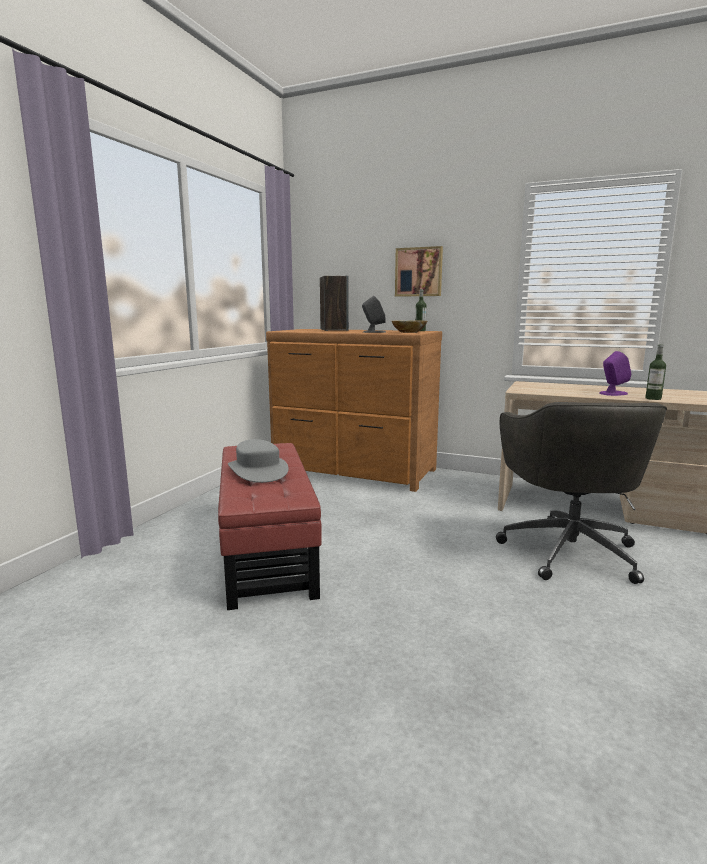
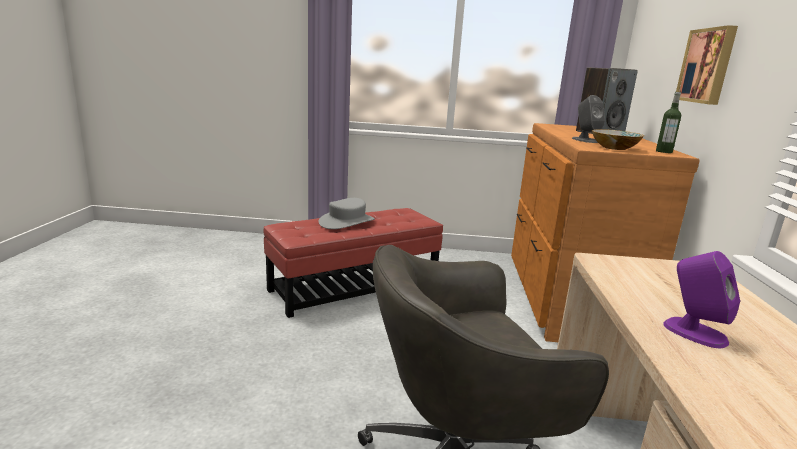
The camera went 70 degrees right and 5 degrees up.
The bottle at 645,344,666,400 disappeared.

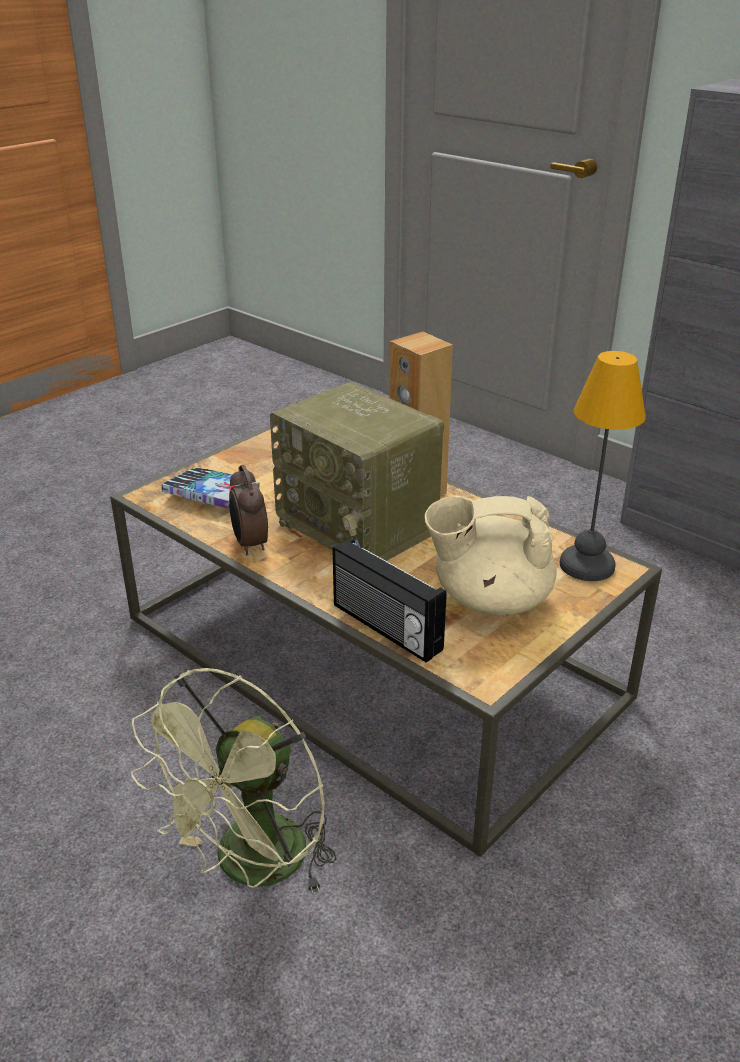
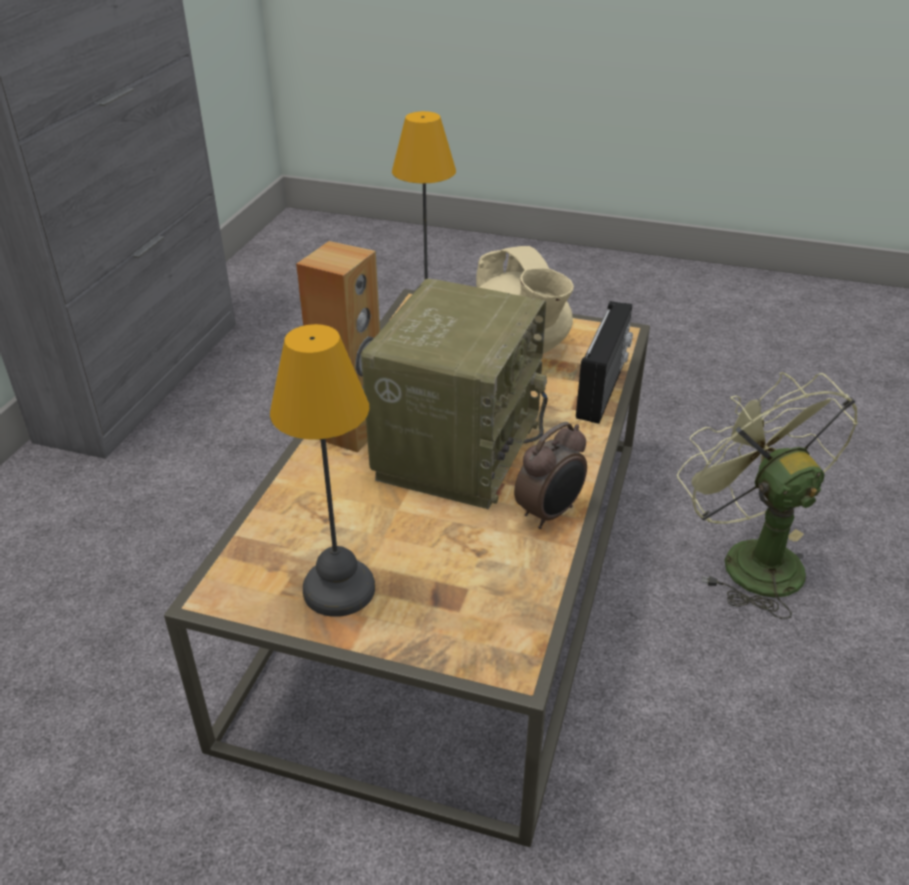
The camera went 115 degrees left and 5 degrees up.
The book at 162,467,260,509 disappeared.
The green fan at 131,668,337,895 turned 120 degrees counterclockwise.
The table lamp at 270,324,375,617 appeared.

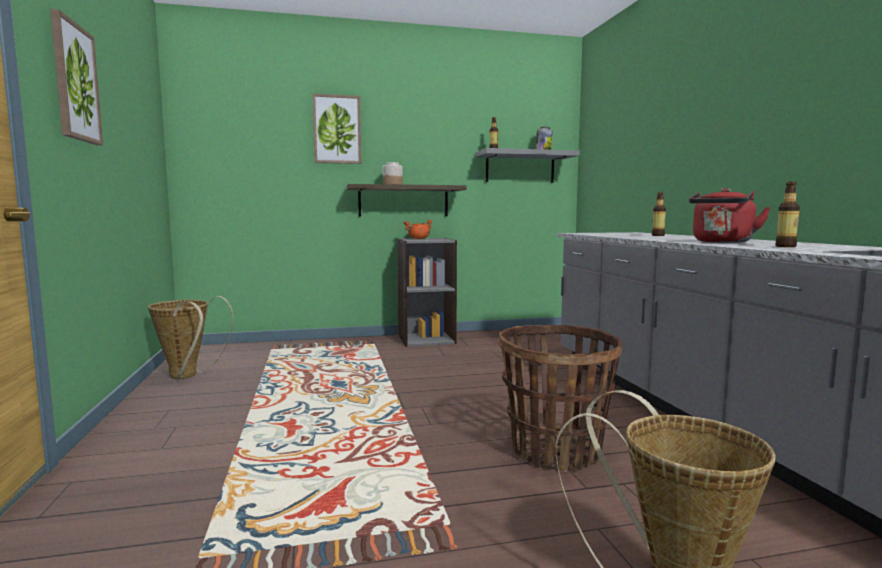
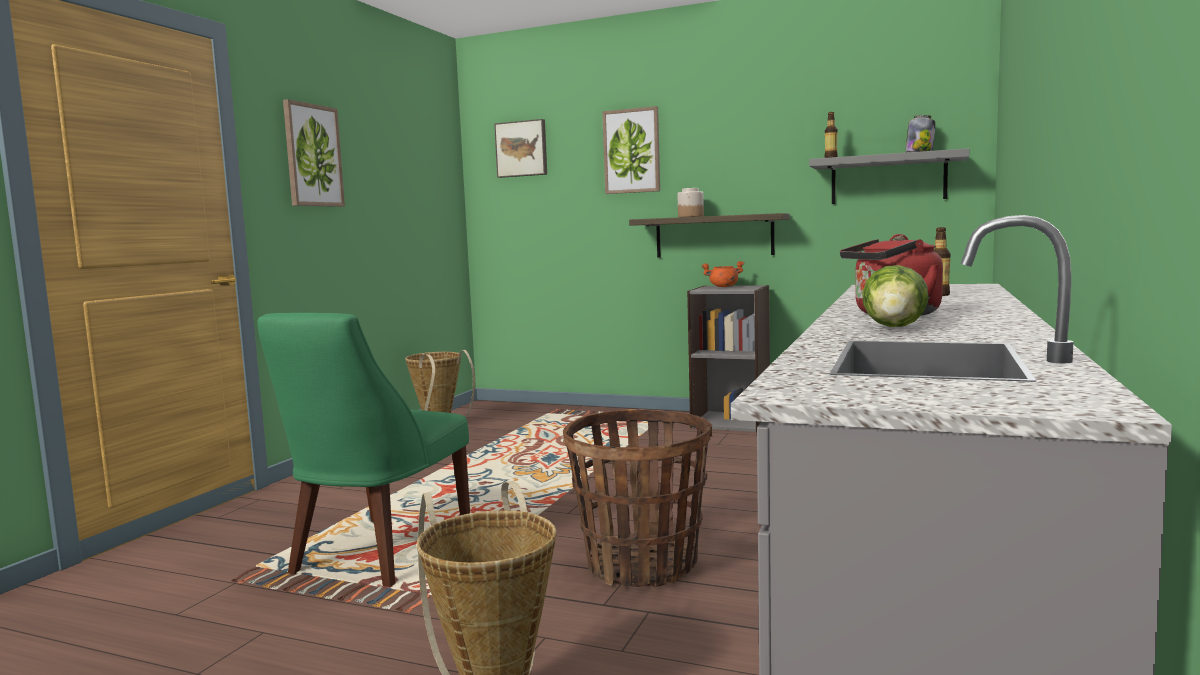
The camera went 35 degrees right and 0 degrees up.
The bottle at 775,181,800,247 was replaced by the lettuce at 862,265,928,327.
The picture at 494,119,547,178 appeared.
The green chair at 258,313,470,587 appeared.

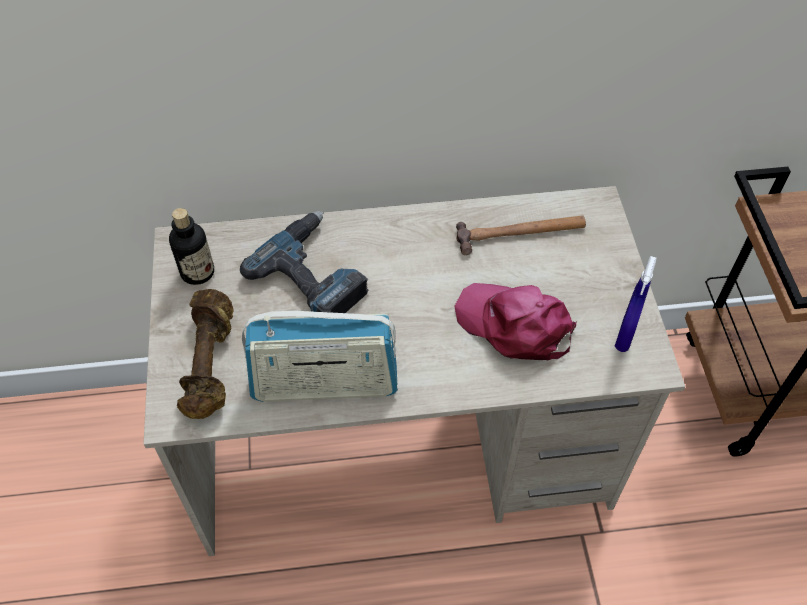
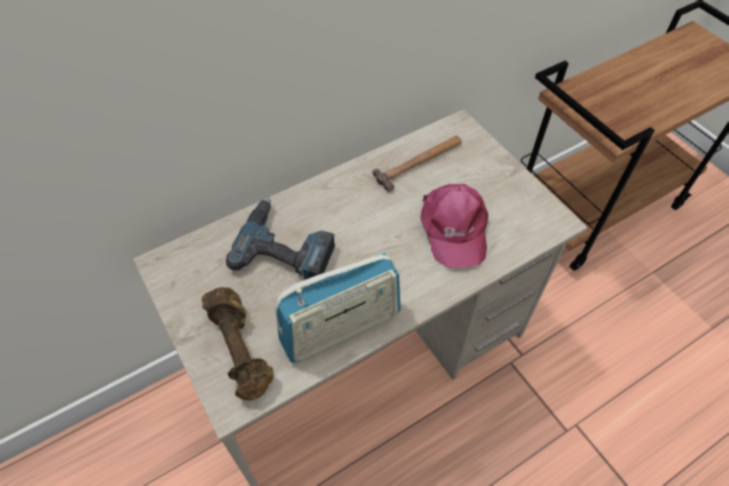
The camera went 25 degrees left and 0 degrees up.
The bottle at 169,208,214,285 disappeared.
The blue spray bottle at 615,256,657,352 disappeared.
The pink cap at 454,283,577,360 turned 105 degrees counterclockwise.

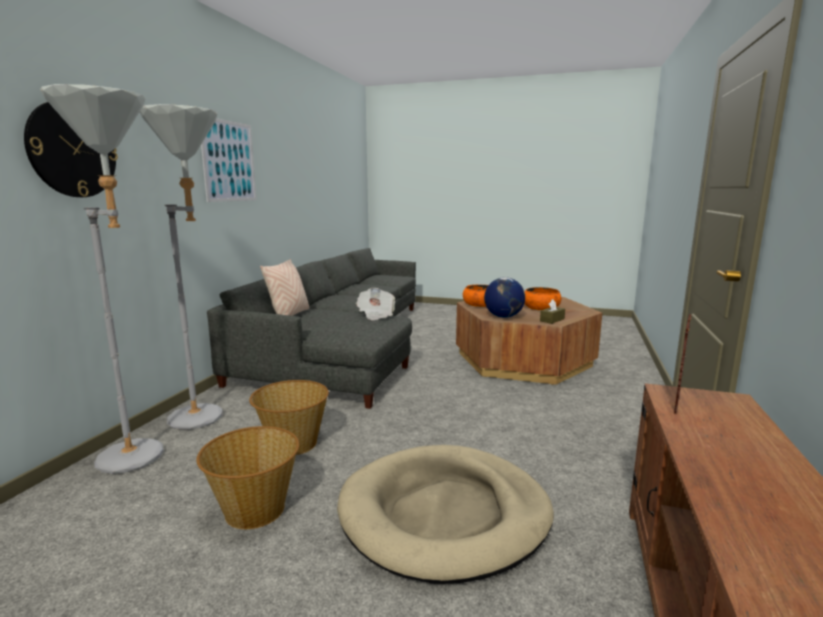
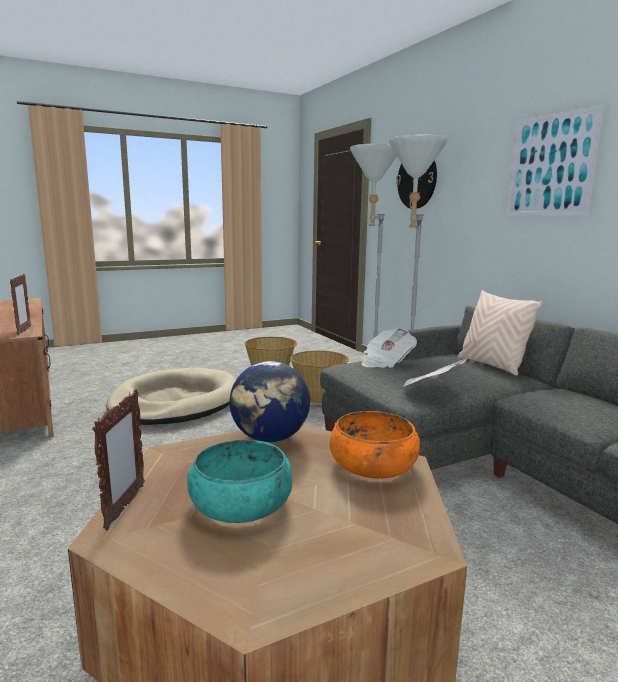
The camera went 135 degrees right and 0 degrees up.
The orange bowl at 524,287,561,310 became the turquoise bowl at 187,440,292,523.
The brown tissue box at 540,299,565,324 disappeared.
The newspaper at 361,328,417,368 appeared.
The picture frame at 92,389,145,530 appeared.

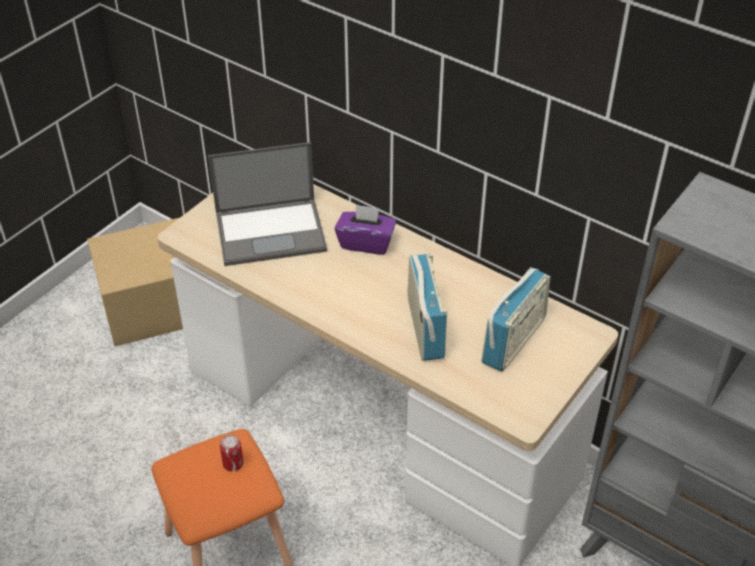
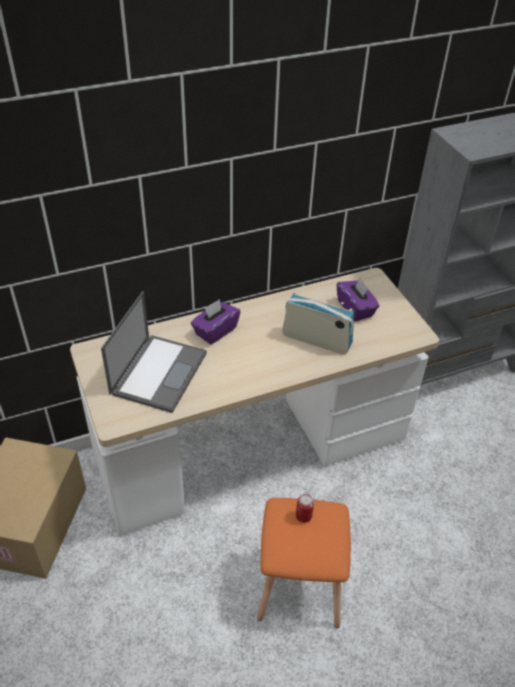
The camera went 60 degrees left and 0 degrees up.
The radio at 481,267,551,372 was replaced by the purple tissue box at 336,278,379,321.

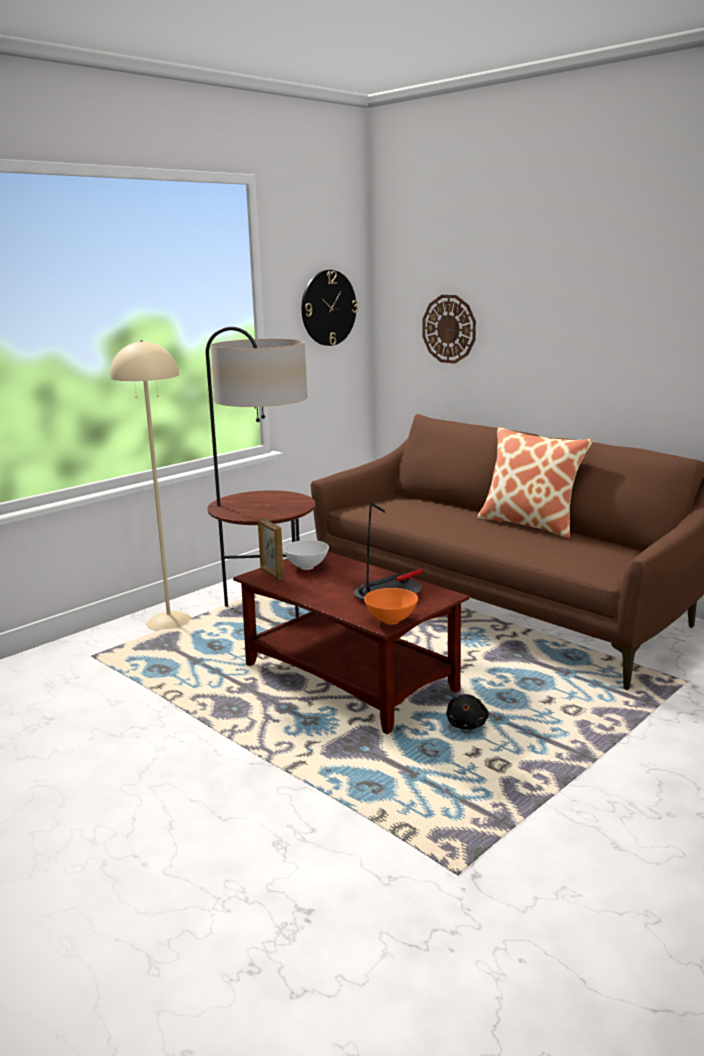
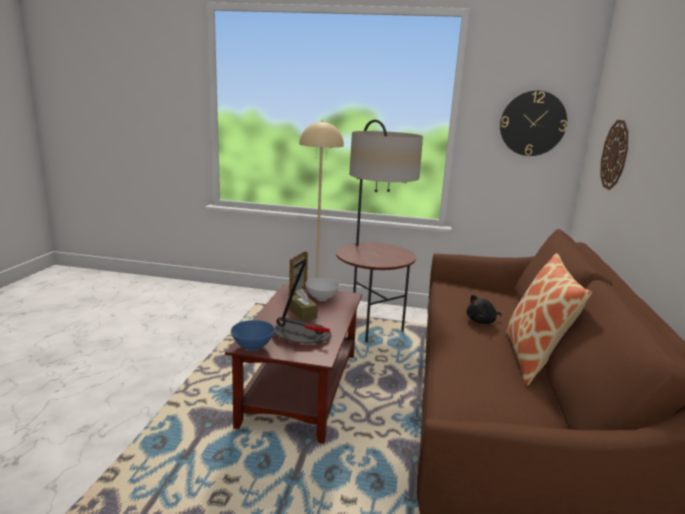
The camera went 55 degrees right and 0 degrees up.
The orange bowl at 364,588,418,625 became the blue bowl at 231,320,275,351.
The black plush toy moved from 446,694,489,730 to 467,295,501,324.
The brown tissue box at 289,288,318,321 appeared.

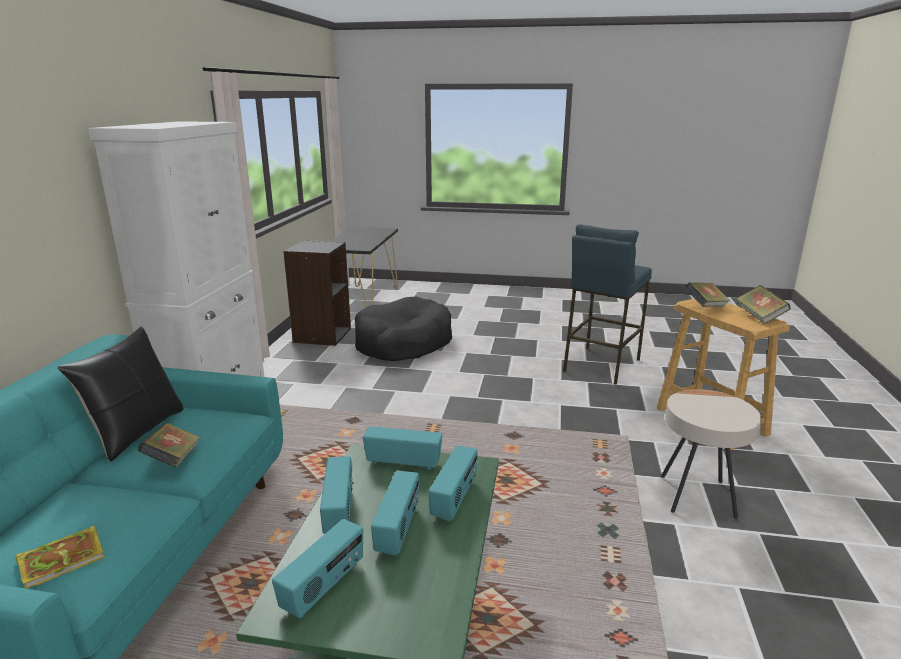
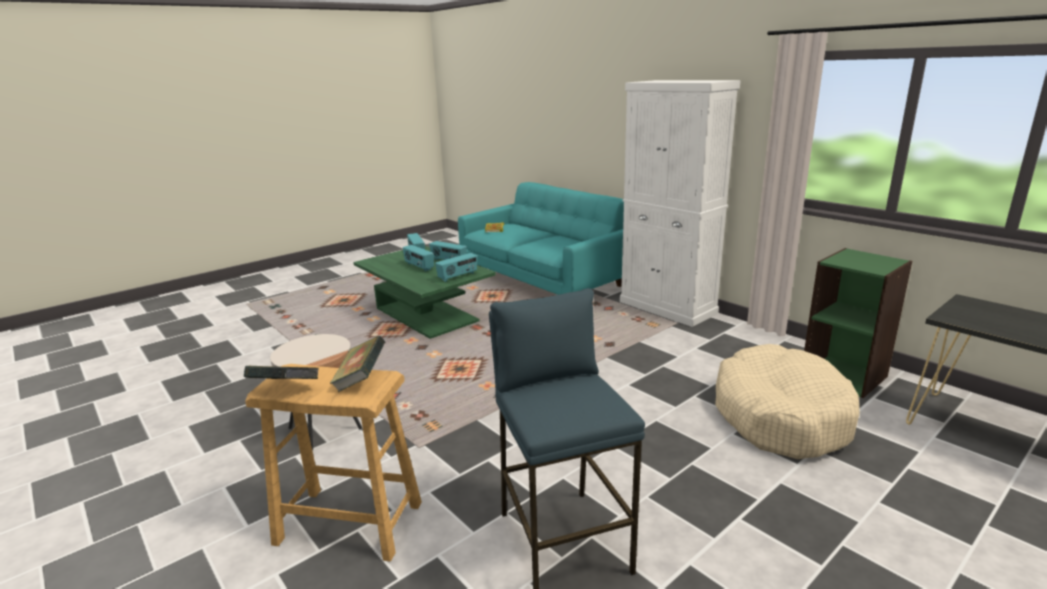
The camera went 130 degrees right and 0 degrees up.
The black bookcase at 283,240,351,346 became the green bookcase at 804,248,912,398.
The black dog bed at 355,296,452,361 became the beige dog bed at 715,344,860,459.
The black pillow at 57,327,184,462 disappeared.
The book at 138,422,201,468 disappeared.
The radio at 428,445,478,521 disappeared.

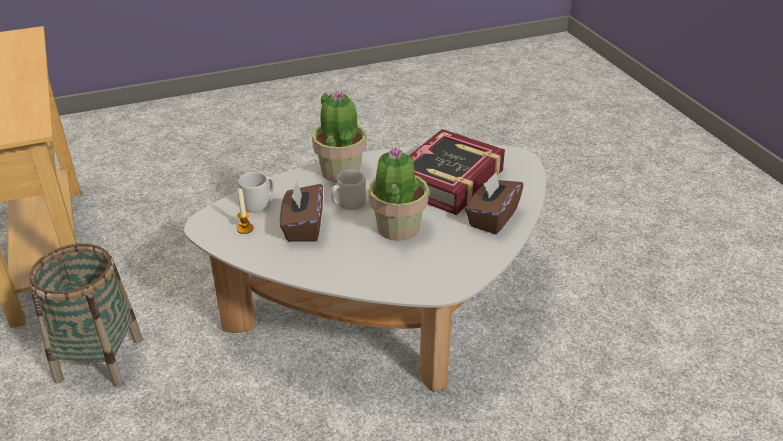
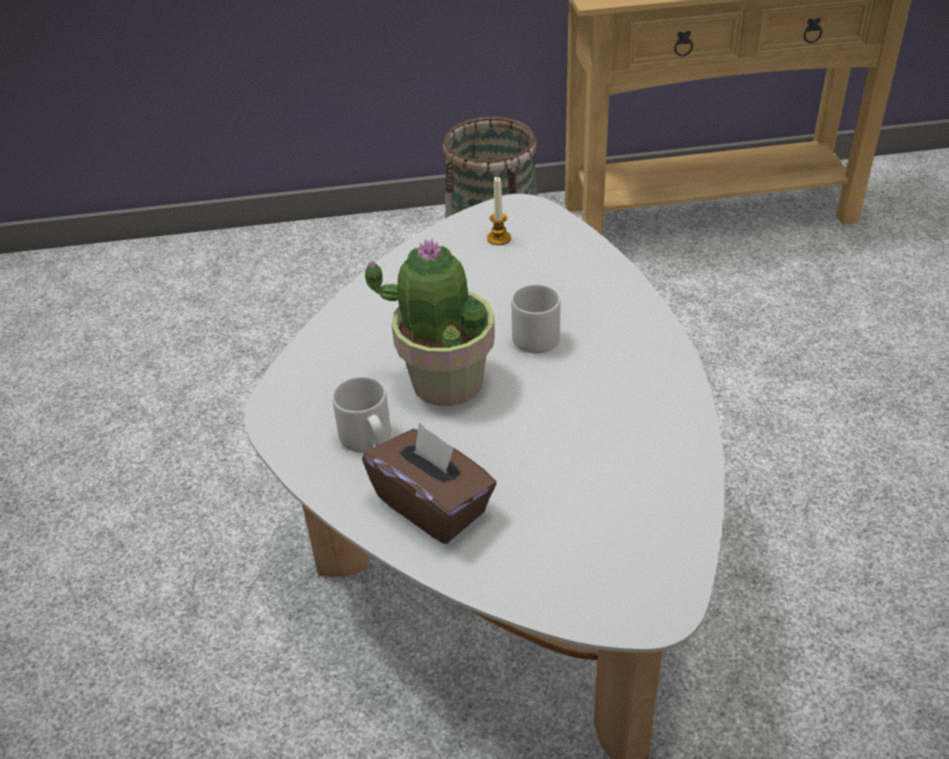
The camera went 105 degrees right and 5 degrees up.
The potted plant at 312,90,366,182 disappeared.
The book at 409,129,505,215 disappeared.
The grey mug moved from 238,172,274,213 to 332,377,391,453.
The brown tissue box at 280,181,323,242 disappeared.

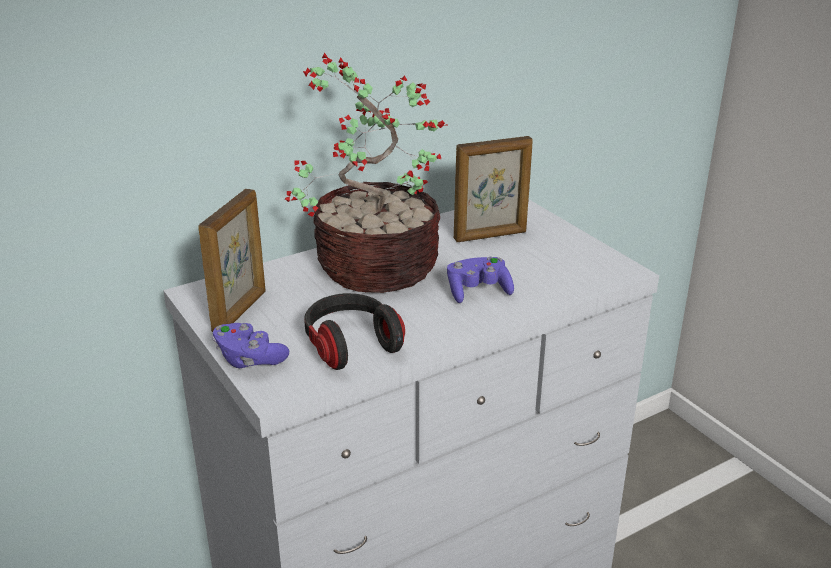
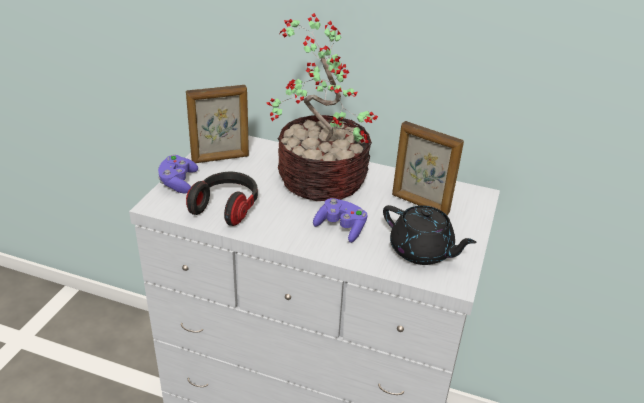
The camera went 50 degrees right and 5 degrees up.
The black teapot at 383,205,477,265 appeared.

